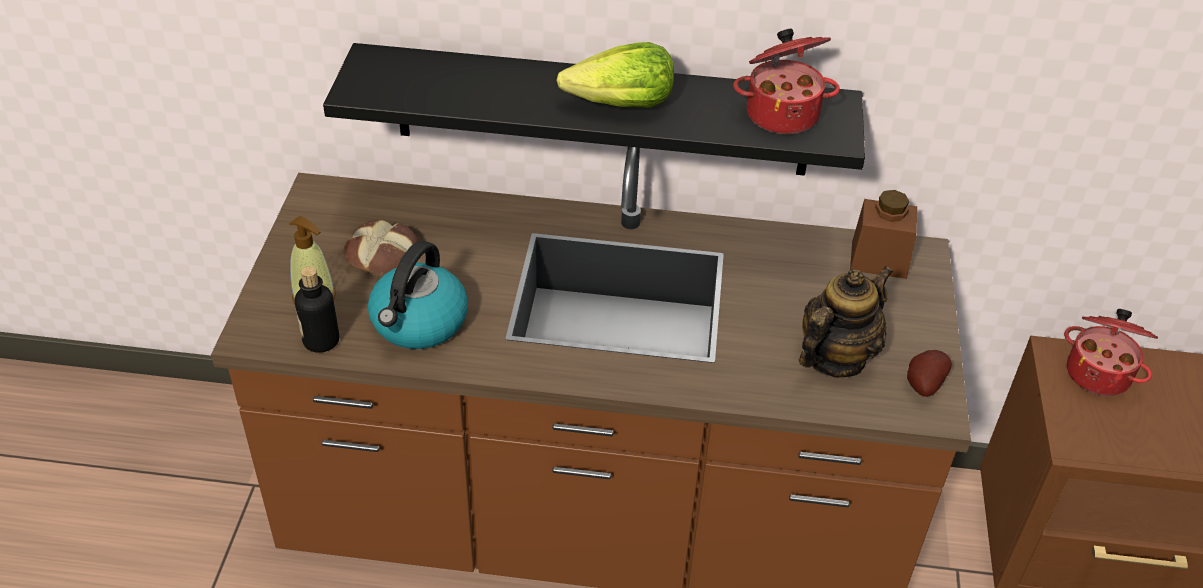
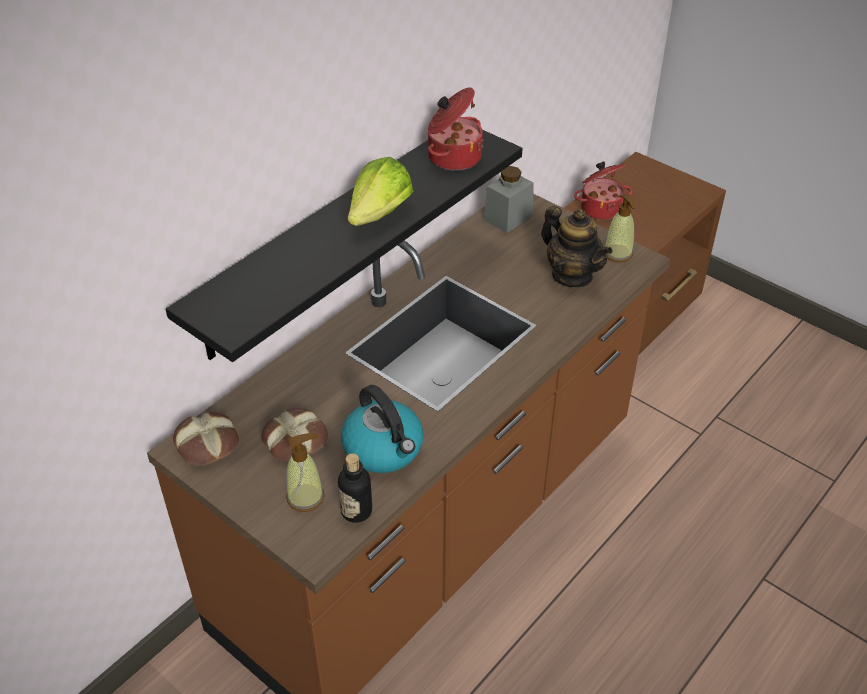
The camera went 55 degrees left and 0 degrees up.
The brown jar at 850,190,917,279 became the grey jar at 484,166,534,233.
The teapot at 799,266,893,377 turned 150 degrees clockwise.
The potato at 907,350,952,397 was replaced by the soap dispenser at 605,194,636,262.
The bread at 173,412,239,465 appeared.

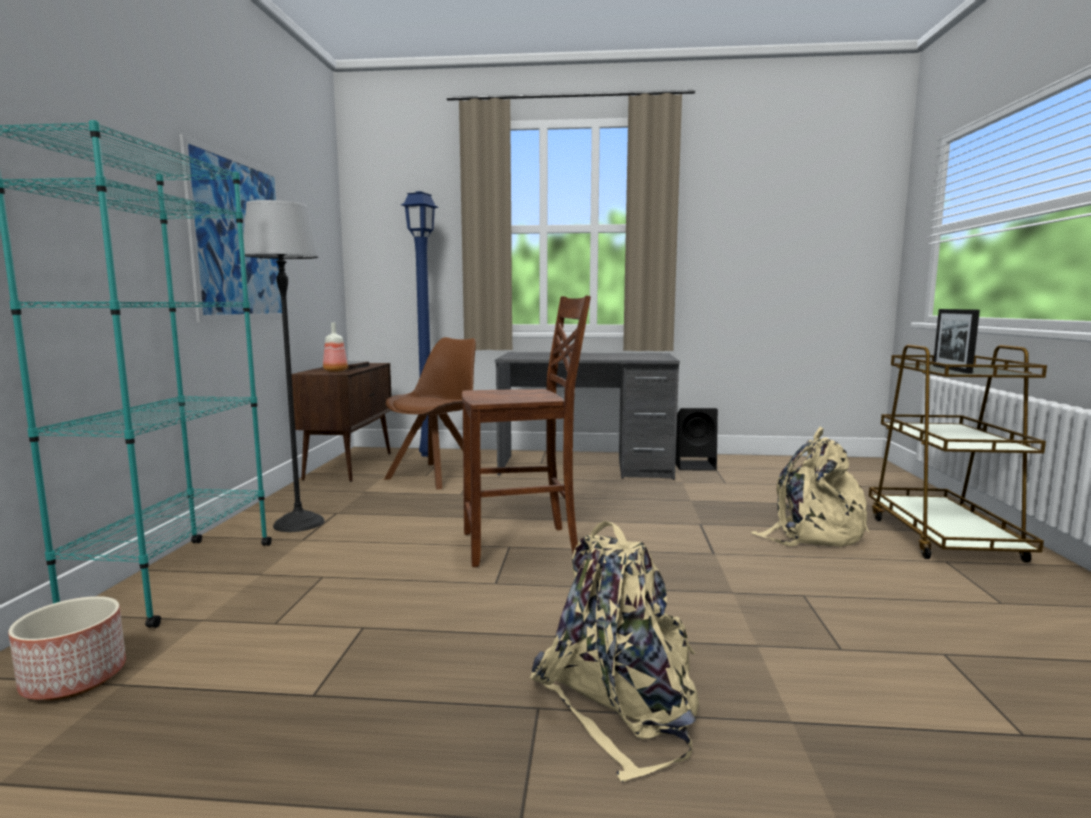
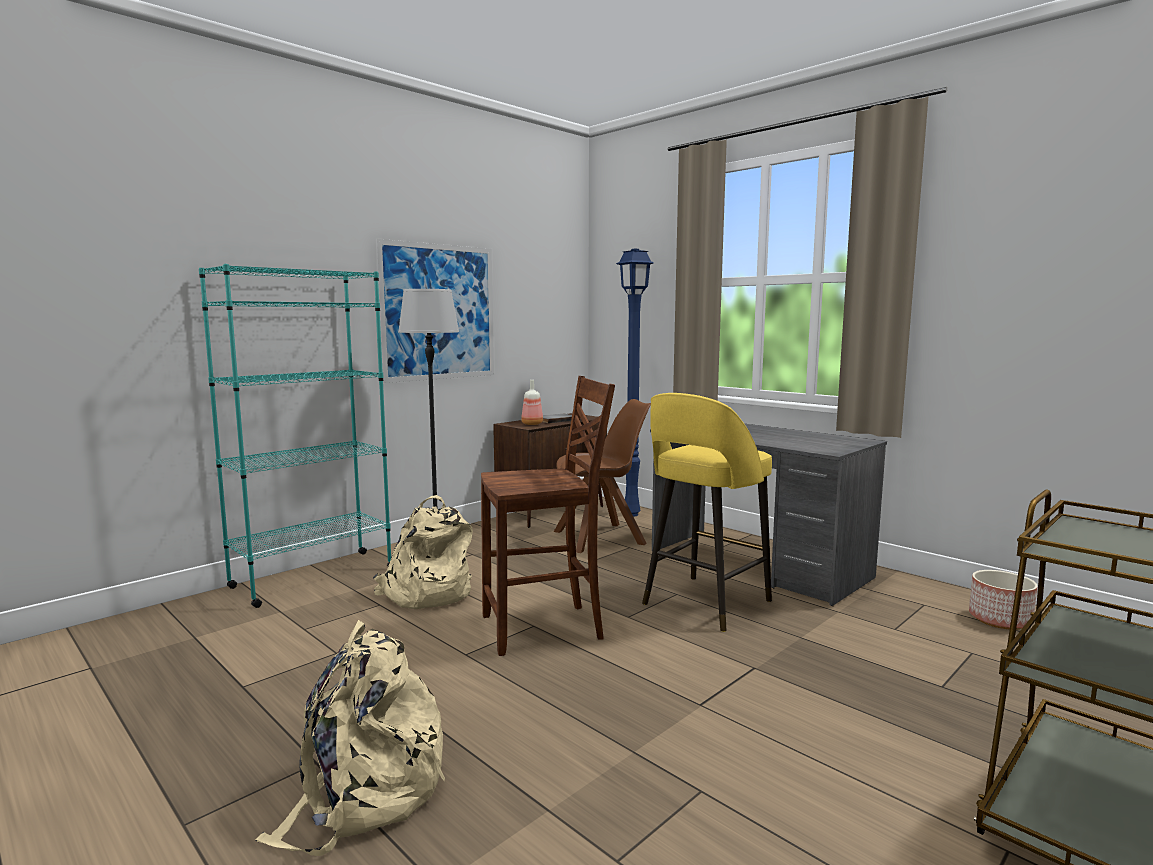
The camera went 40 degrees right and 0 degrees up.
The brown chair at 462,295,591,567 turned 45 degrees counterclockwise.
The picture frame at 933,309,980,374 disappeared.
The black speaker at 675,408,718,471 disappeared.
The beige backpack moved from 751,427,869,547 to 373,495,473,609.
The planter moved from 8,596,126,700 to 969,570,1038,630.
The yellow stool at 642,393,772,632 appeared.

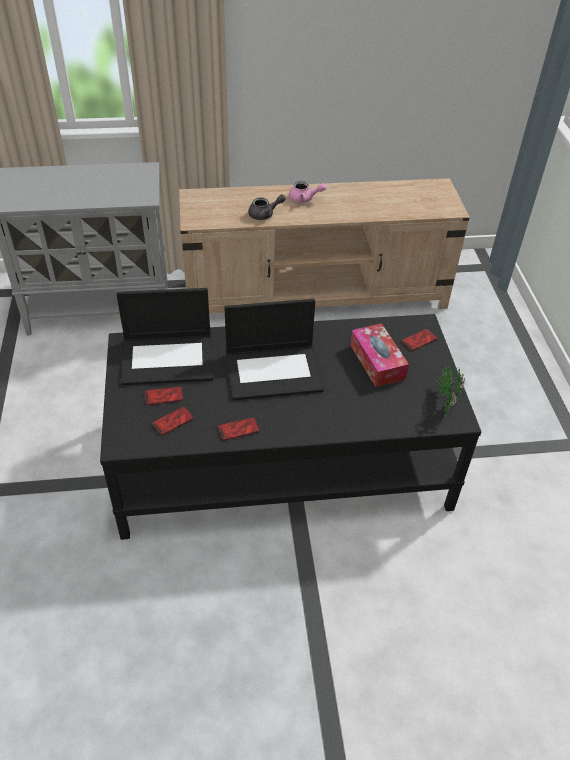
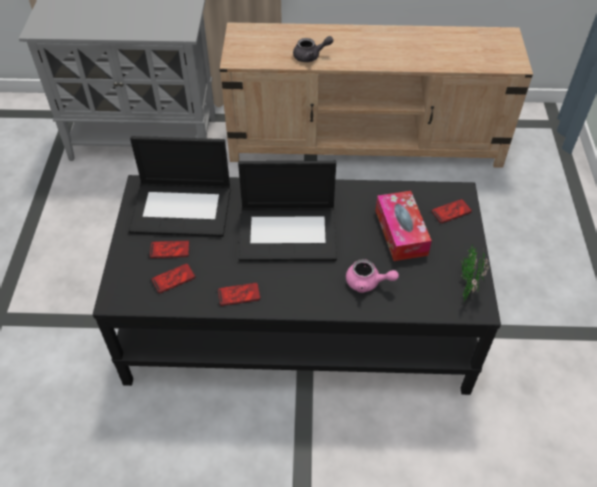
The camera went 10 degrees right and 5 degrees up.
The pink teapot moved from 289,181,326,203 to 346,259,399,293.

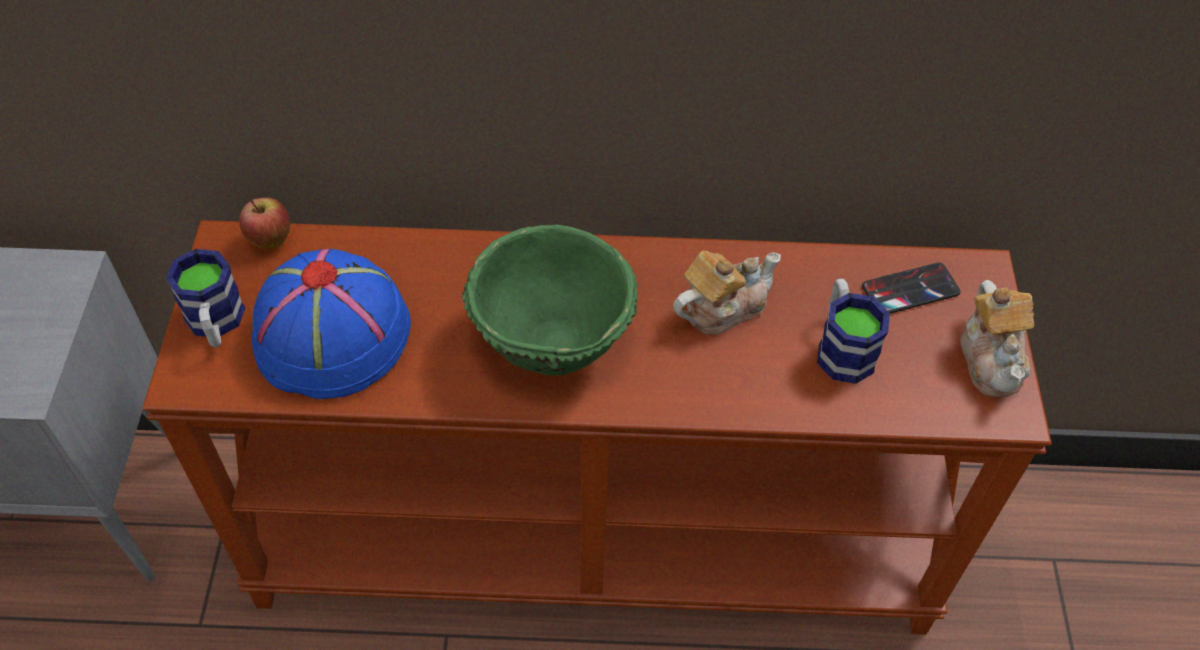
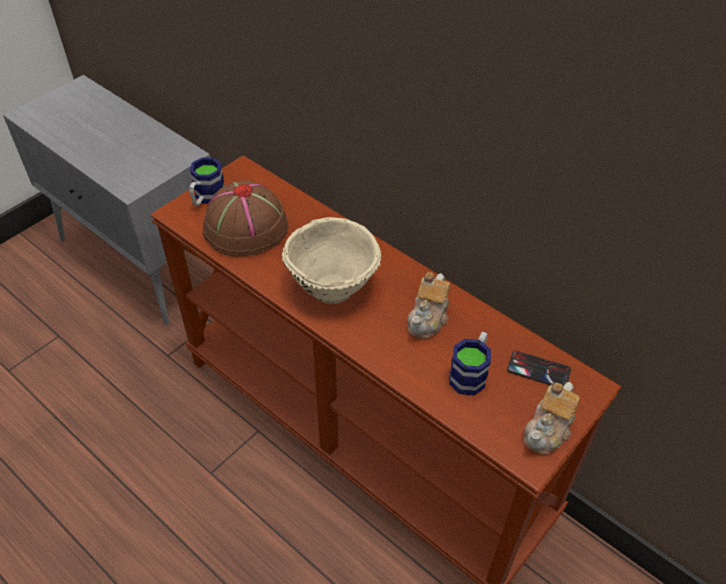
The camera went 40 degrees right and 5 degrees down.
The apple at 239,198,290,249 disappeared.
The green bowl at 462,225,638,376 became the beige bowl at 282,217,381,304.
The blue hat at 252,249,411,399 became the brown hat at 202,180,288,257.
The teapot at 673,251,781,335 turned 105 degrees clockwise.

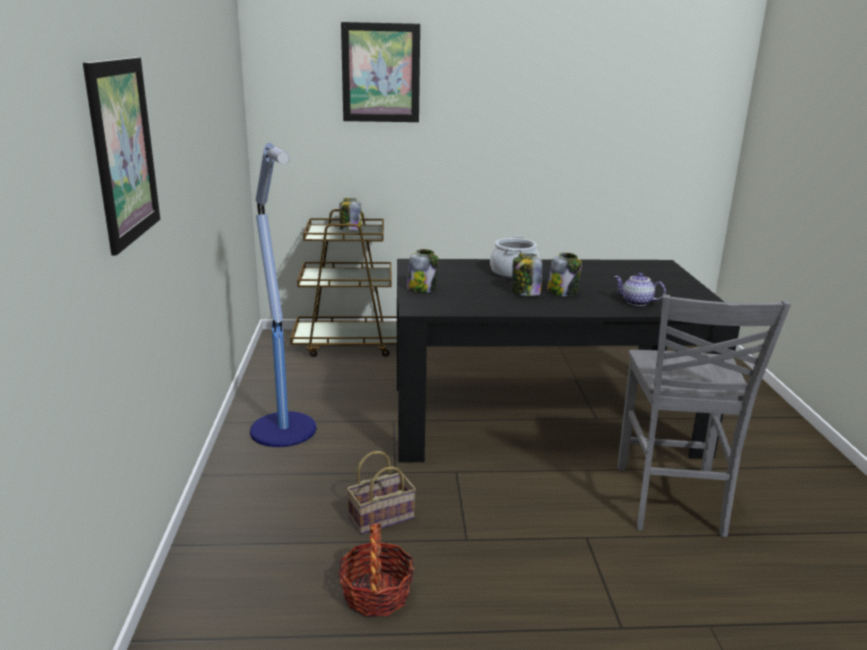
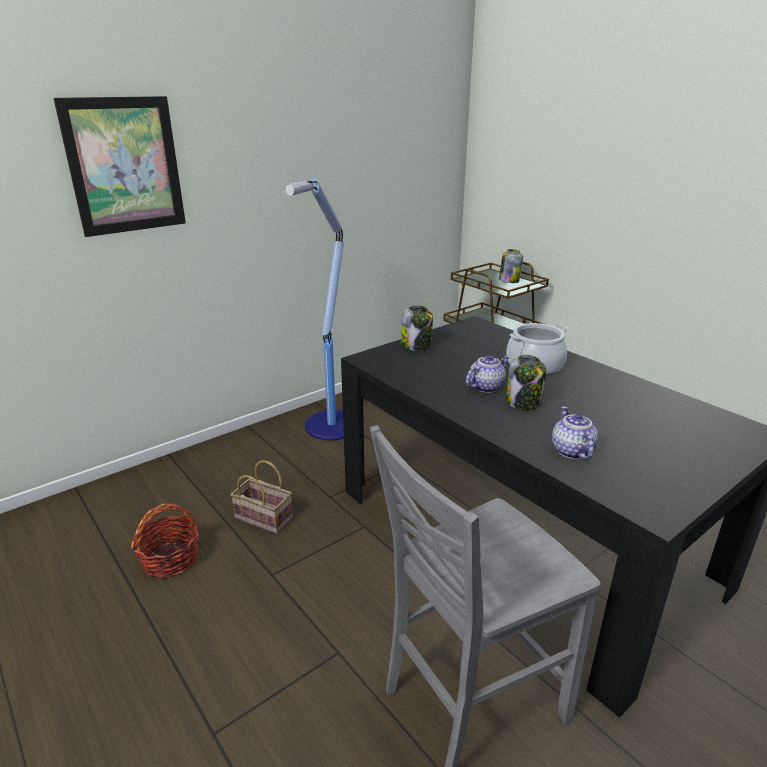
The camera went 55 degrees right and 5 degrees up.
The picture at 341,22,420,122 disappeared.
The jar at 512,253,542,296 was replaced by the teapot at 466,355,509,393.

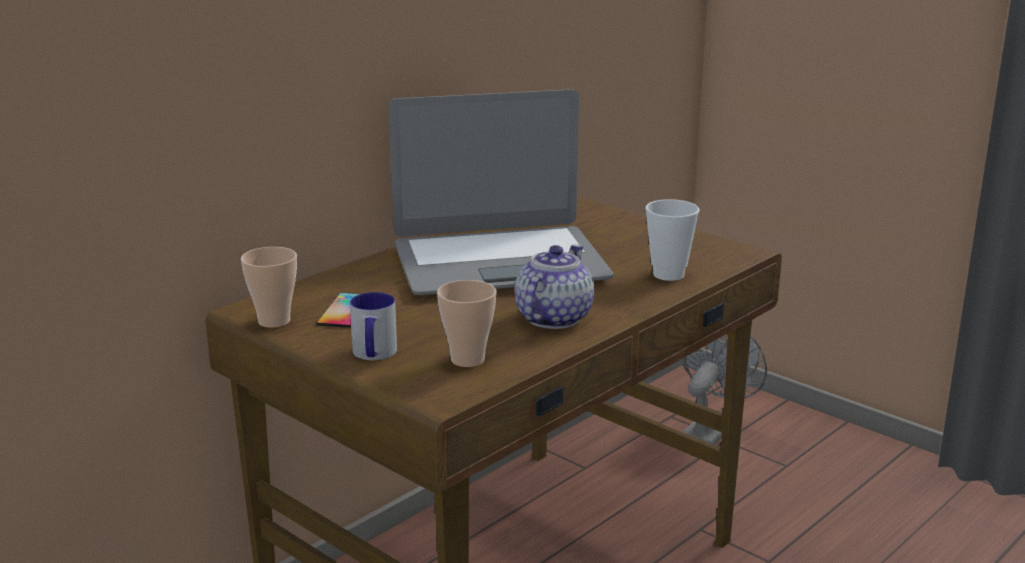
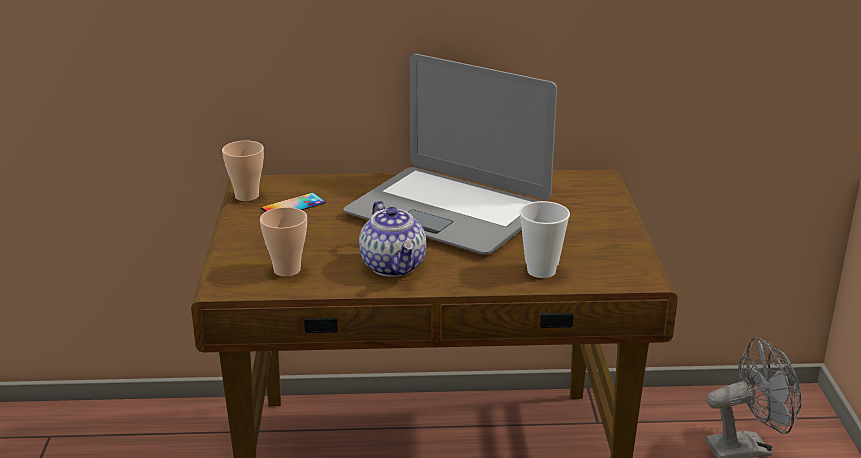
The camera went 45 degrees right and 5 degrees up.
The teapot at 515,244,594,329 turned 90 degrees clockwise.
The mug at 350,292,397,360 disappeared.

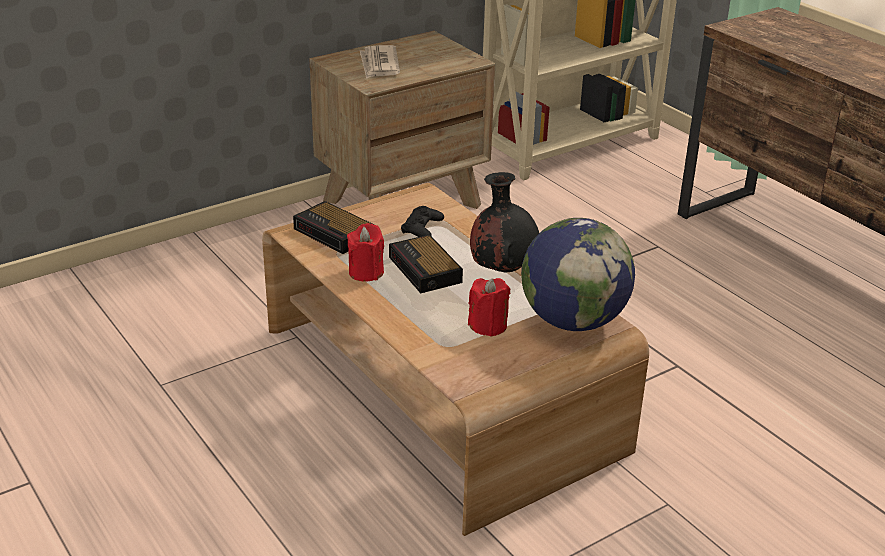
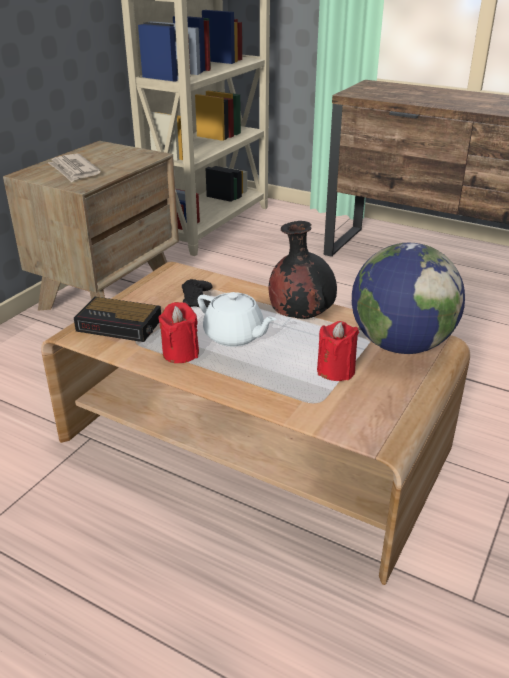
The camera went 25 degrees left and 0 degrees up.
The alarm clock at 389,234,463,293 was replaced by the white teapot at 198,292,276,347.

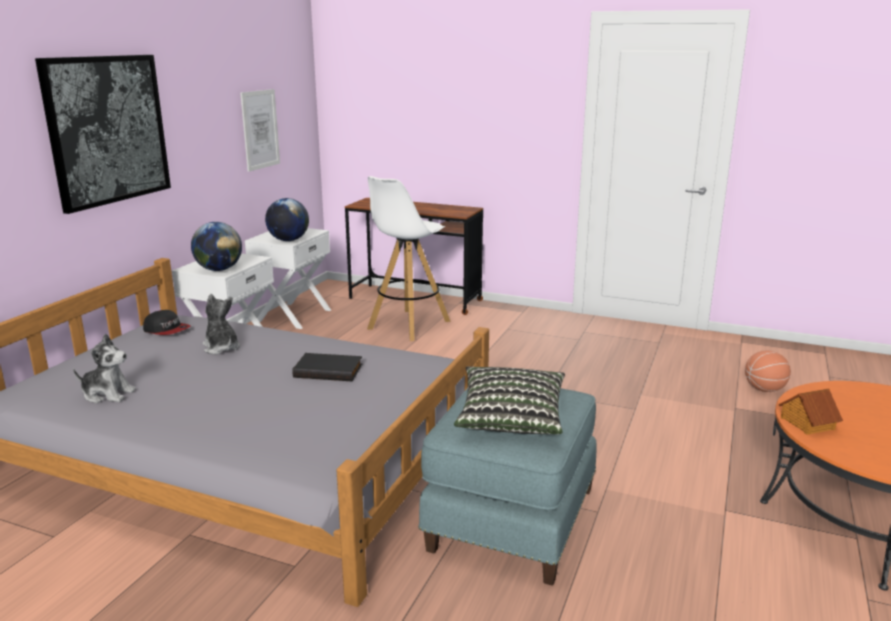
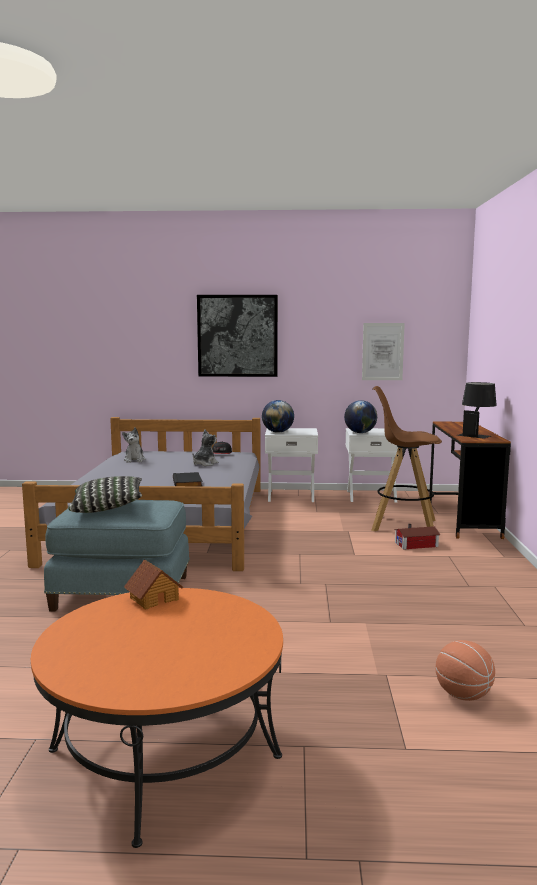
The camera went 70 degrees right and 10 degrees down.
The white stool at 367,176,451,341 became the brown stool at 372,386,442,531.
The black table lamp at 457,382,497,439 appeared.
The toy house at 394,524,440,550 appeared.

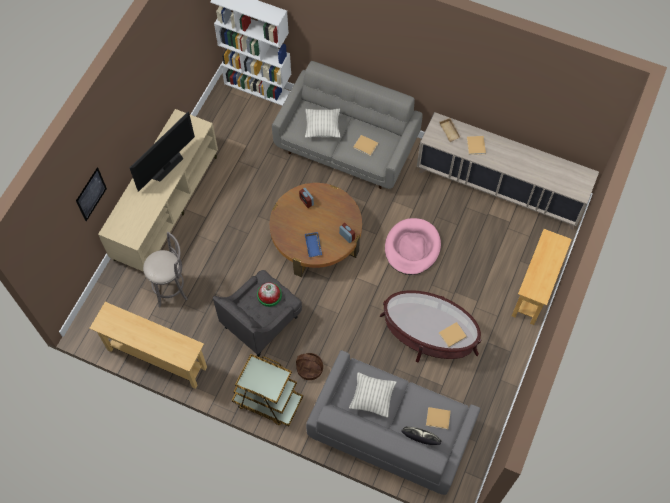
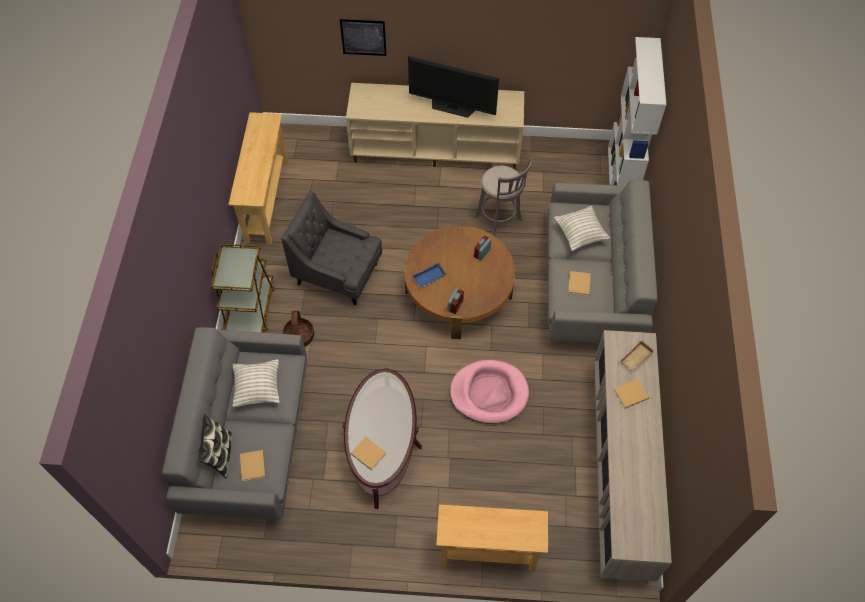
The camera went 70 degrees right and 5 degrees down.
The grey stool moved from 143,232,188,307 to 474,158,533,236.
The hat at 257,282,282,307 disappeared.

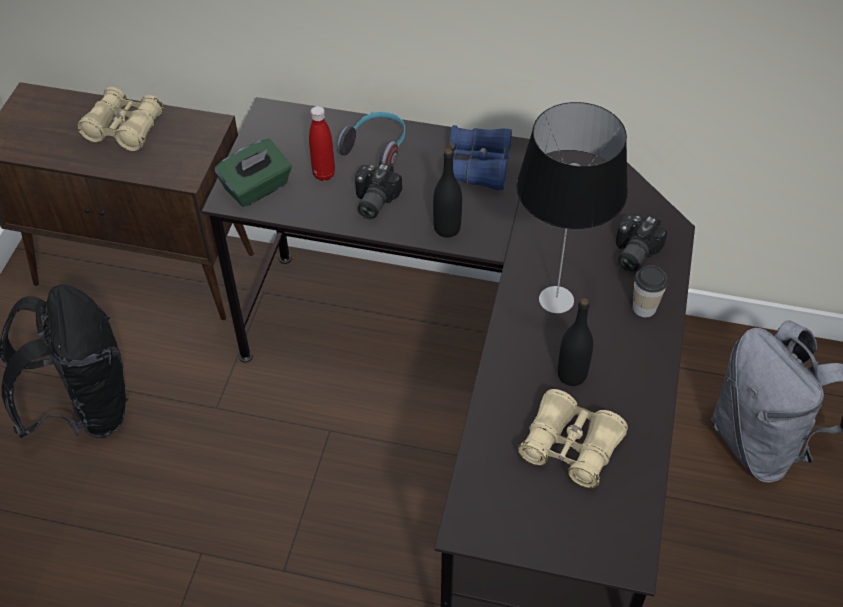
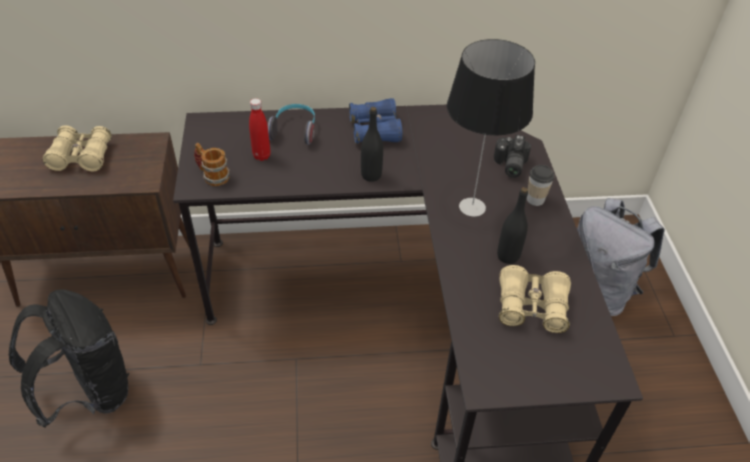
The camera went 20 degrees left and 5 degrees down.
The green tissue box at 215,139,292,207 was replaced by the mug at 194,143,230,186.
The photo camera at 355,163,402,219 disappeared.

